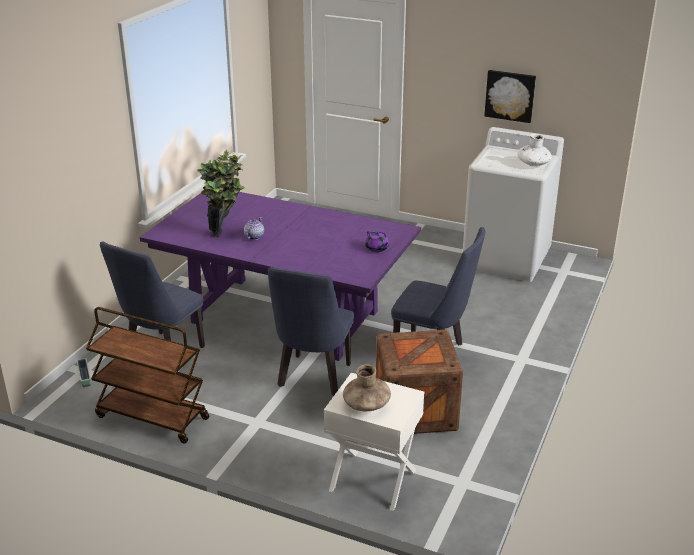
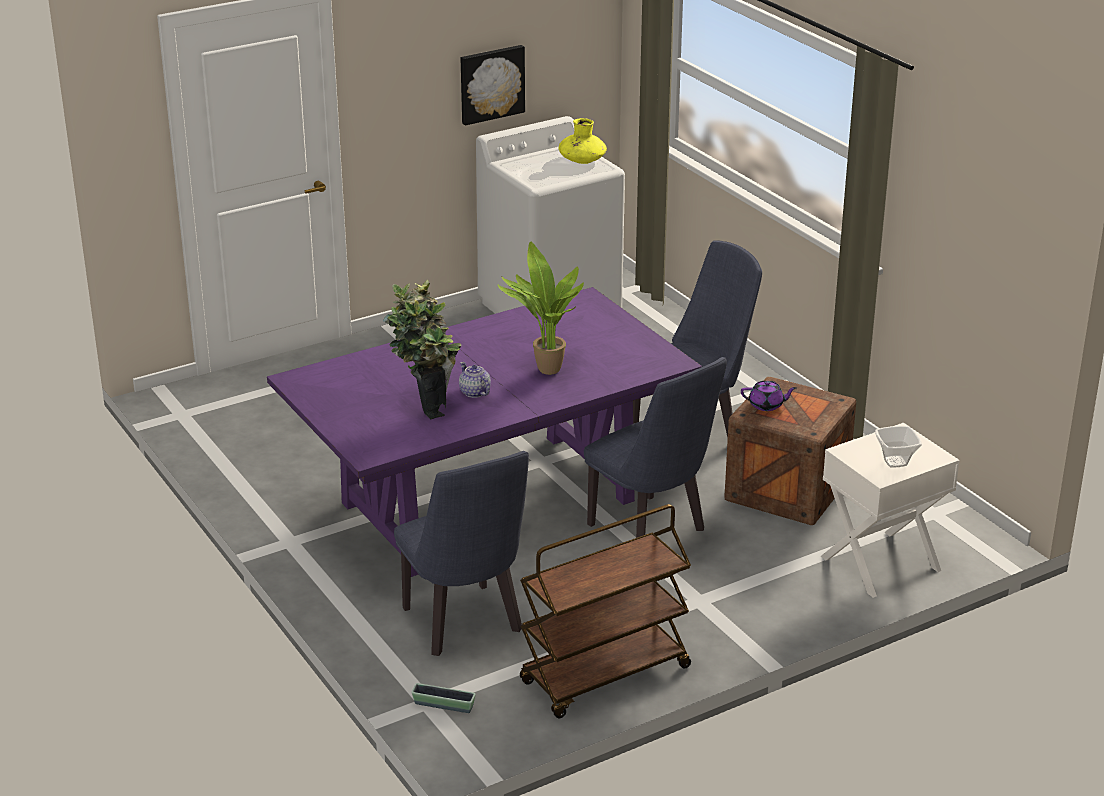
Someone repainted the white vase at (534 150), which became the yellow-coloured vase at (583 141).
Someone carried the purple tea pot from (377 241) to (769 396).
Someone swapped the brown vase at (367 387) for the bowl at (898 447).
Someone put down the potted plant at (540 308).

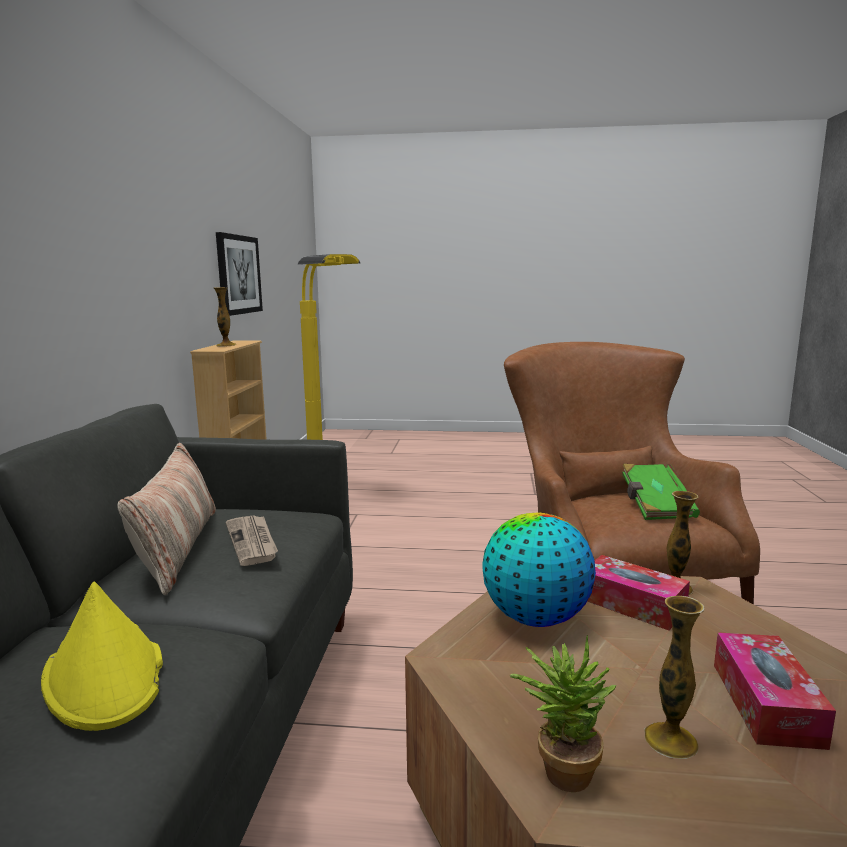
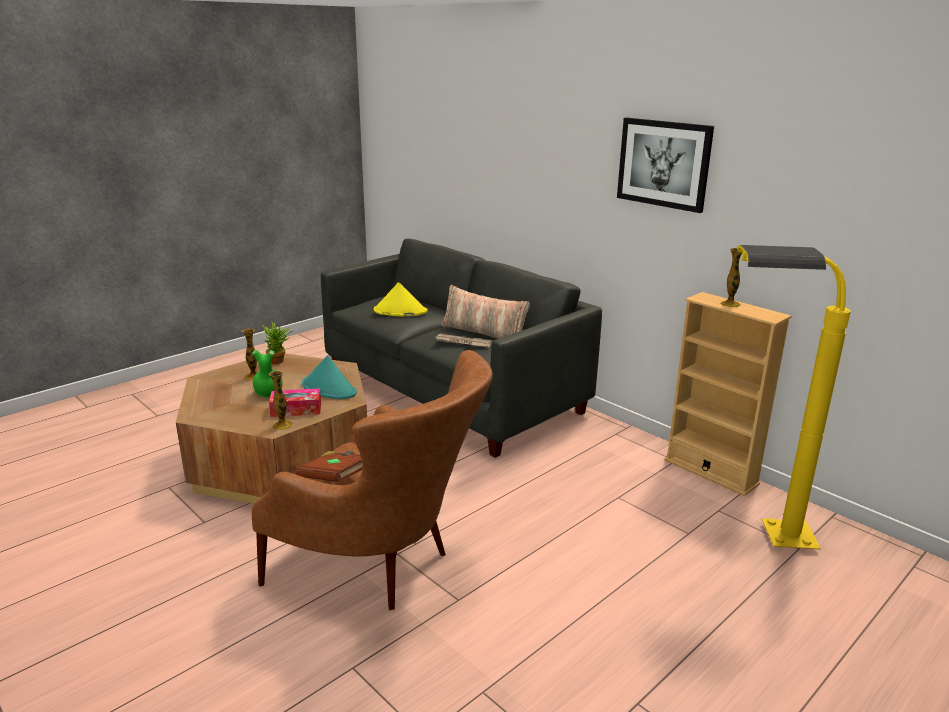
Someone carried the wall art from (239 274) to (665 165).
Someone repainted the greenish book at (661 492), which became the brown book at (329 466).
Someone swapped the globe at (539 570) for the turquoise clothing hat at (329 377).
Someone took away the box of tissues at (775 691).
Someone put down the greenish vase at (268 373).

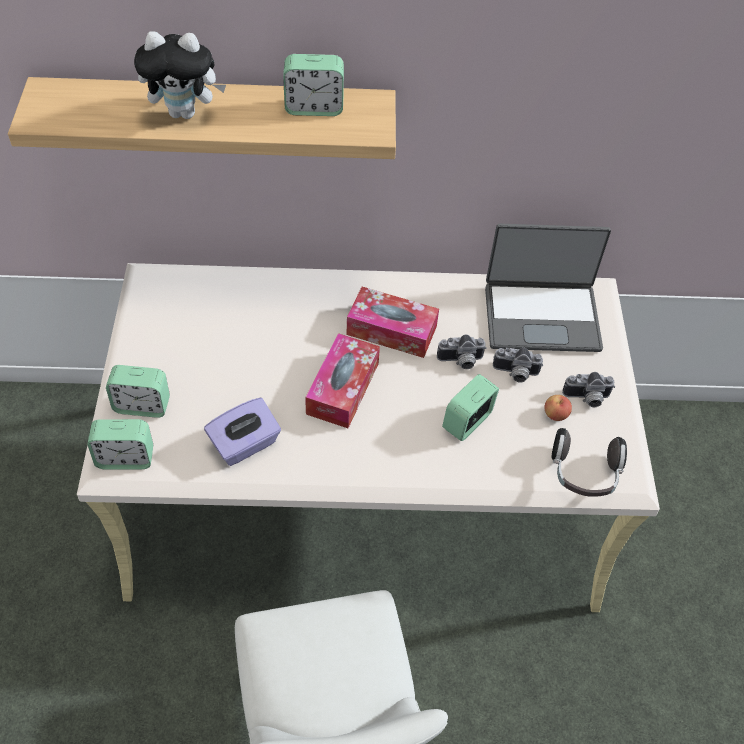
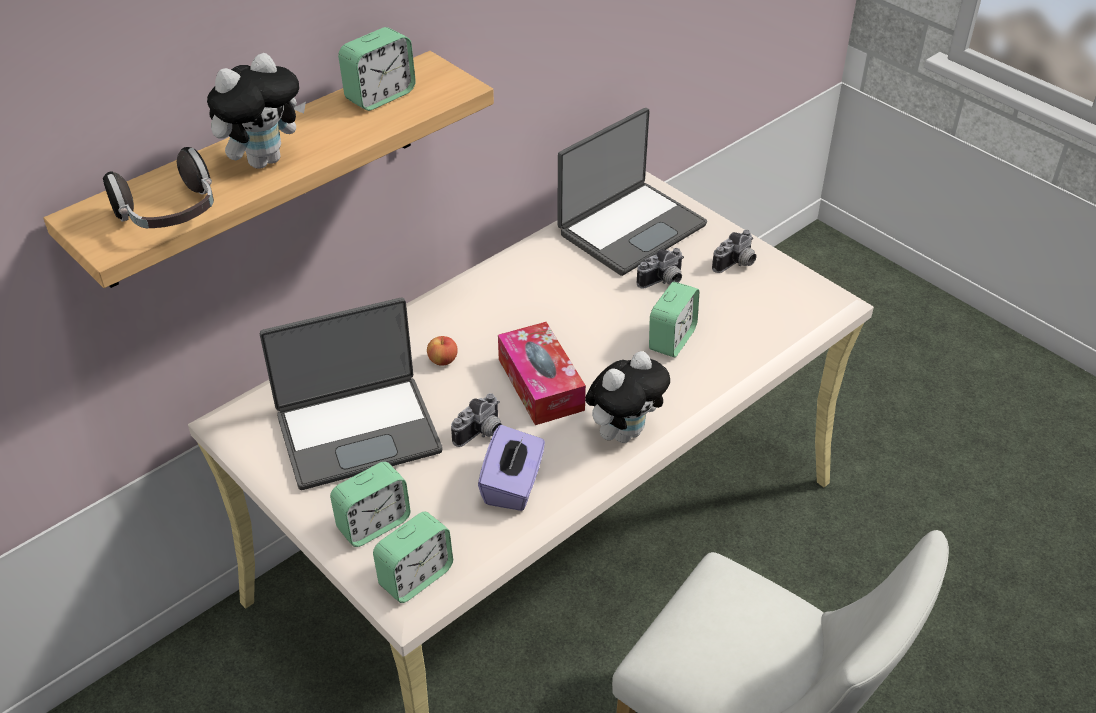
Someone took away the box of tissues at (393 322).
Someone carried the photo camera from (461 351) to (476 420).
Someone rotated the bedside clock at (470 407) by 150 degrees counterclockwise.
Someone carried the whole apple from (558 408) to (442 351).
Someone carried the pair of headphones from (589 462) to (158 188).
Someone put down the notebook computer at (351 394).
Someone put down the plush toy at (627 397).

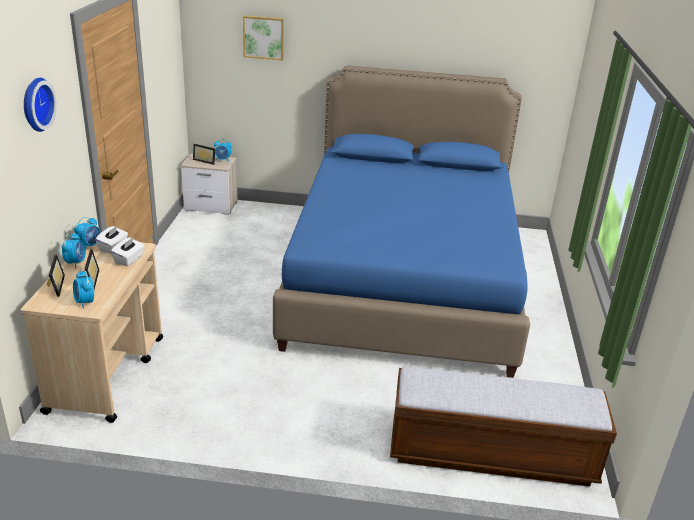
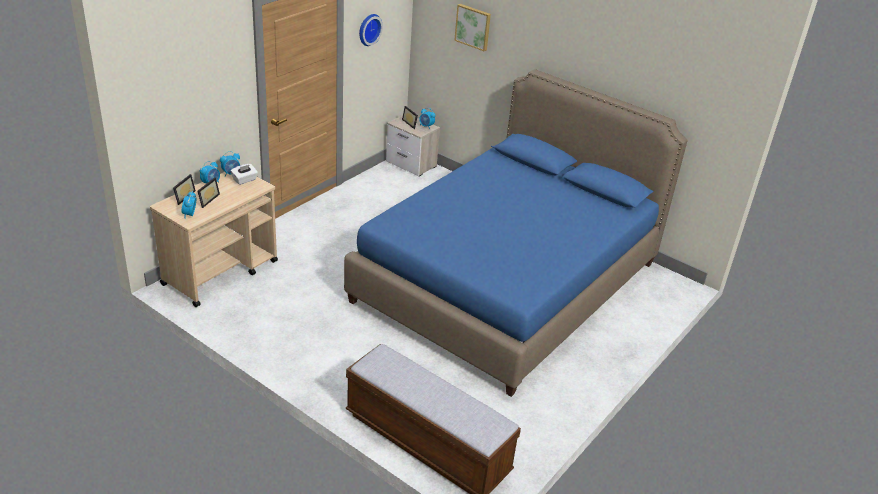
Someone carried the wall clock from (40 105) to (371 30).
Someone took away the white box of tissues at (127 251).

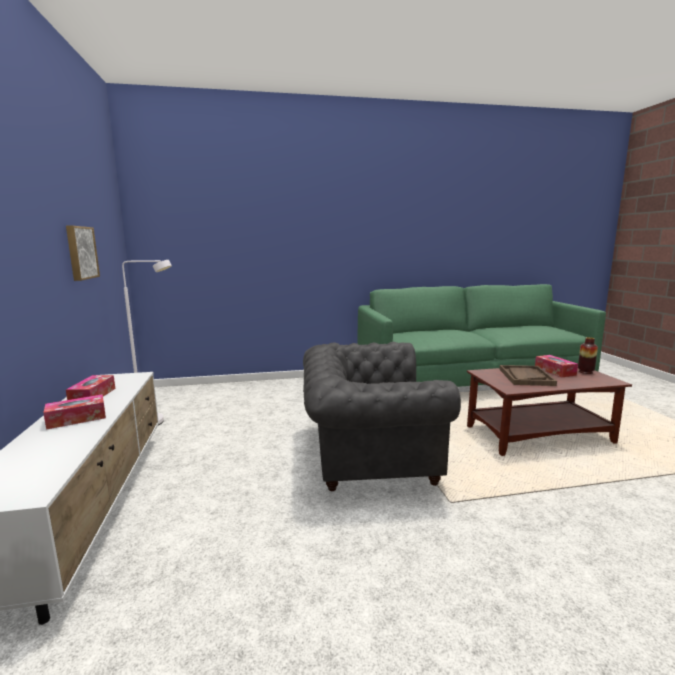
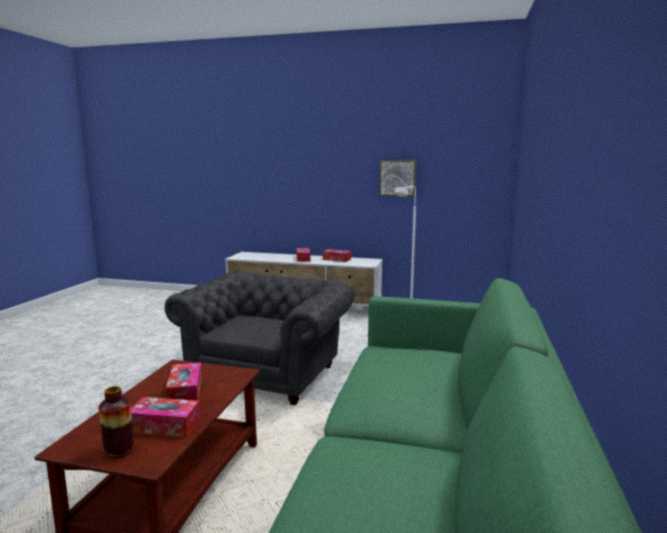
Someone swapped the brown carrying tray at (528 375) for the box of tissues at (184 382).

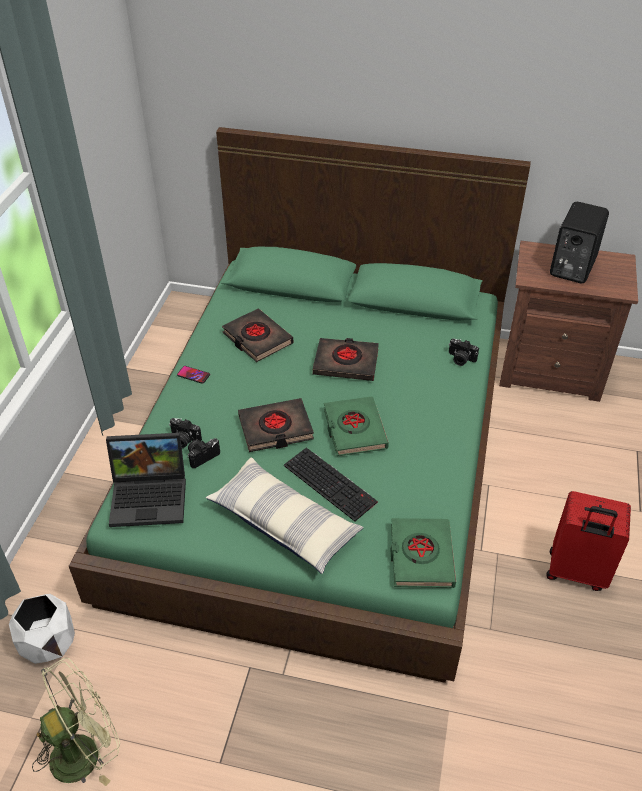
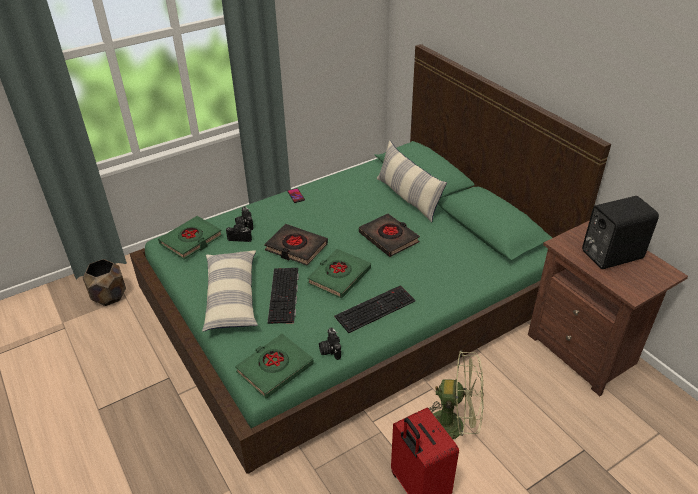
Someone took away the black book at (257 335).
Someone carried the photo camera from (464 352) to (330 343).
Someone swapped the notebook computer at (146 480) for the greenish book at (190 237).
Someone repainted the white plant pot at (42 629), which became the brown plant pot at (104 282).
Someone carried the greenish electric fan from (76 722) to (456 402).
Someone put down the pillow at (412 181).
Someone put down the computer keyboard at (375 309).

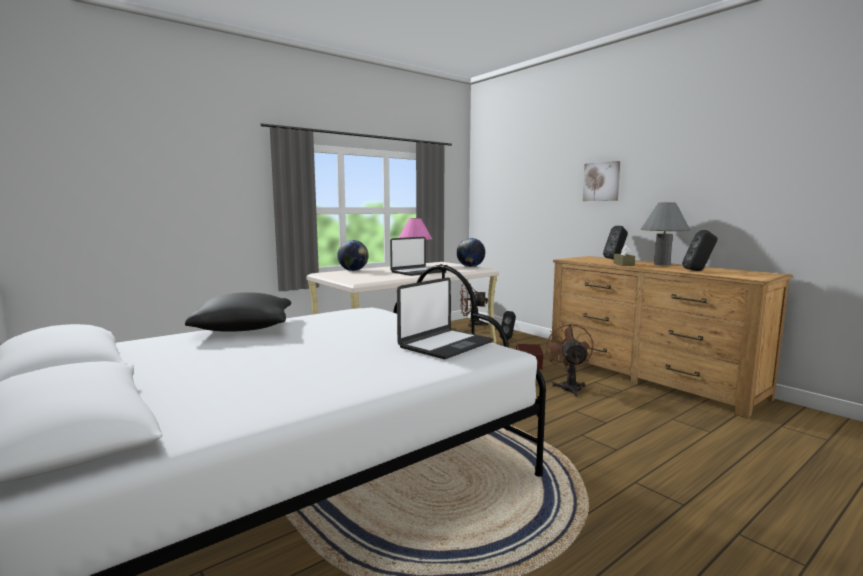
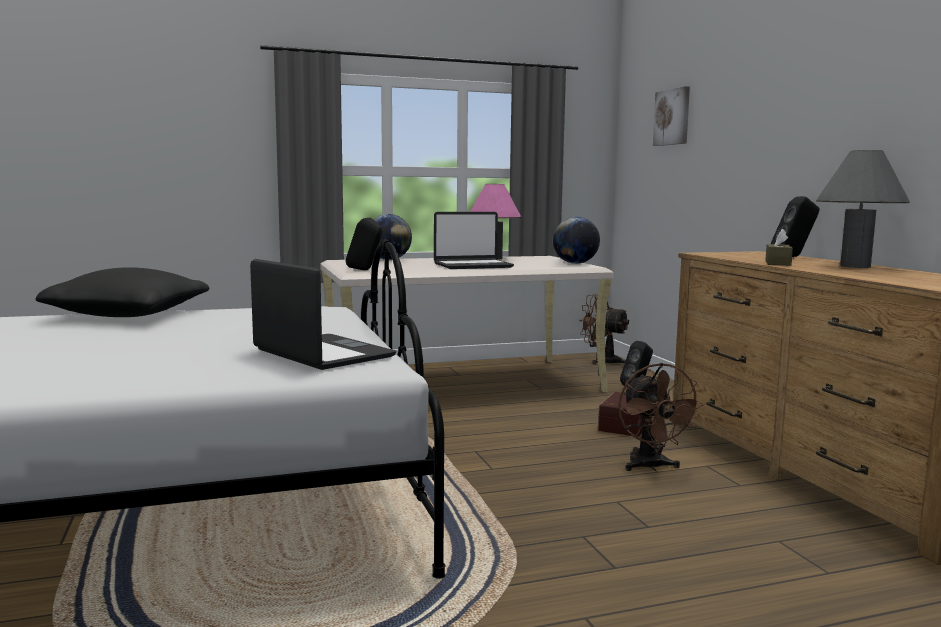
Someone carried the wall art from (601 181) to (671 116).
Someone carried the black speaker from (700 250) to (364 244).
Someone rotated the notebook computer at (445 318) by 105 degrees counterclockwise.
Someone rotated the brown electric fan at (568 360) by 150 degrees clockwise.

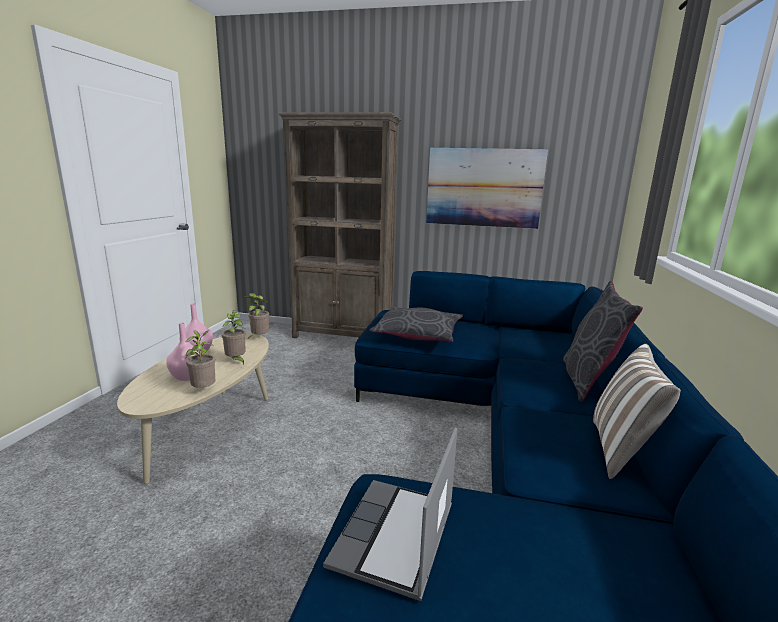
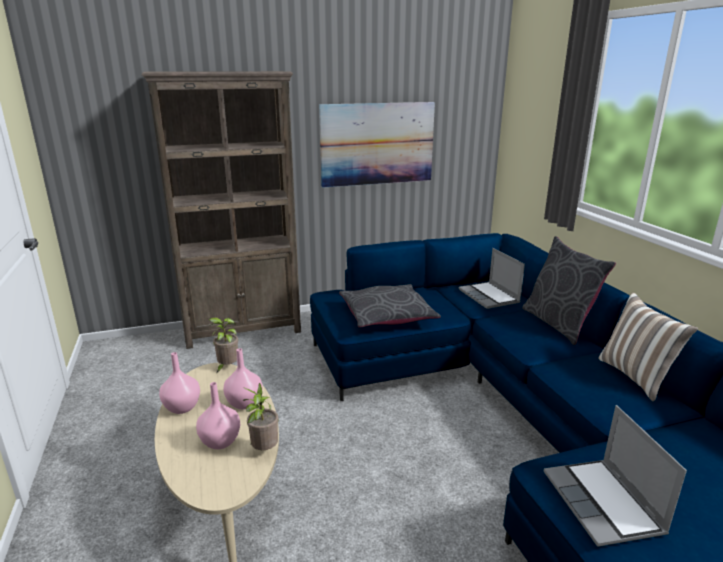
Someone swapped the potted plant at (234 337) for the pinkish vase at (243 378).
Someone put down the notebook computer at (492 278).

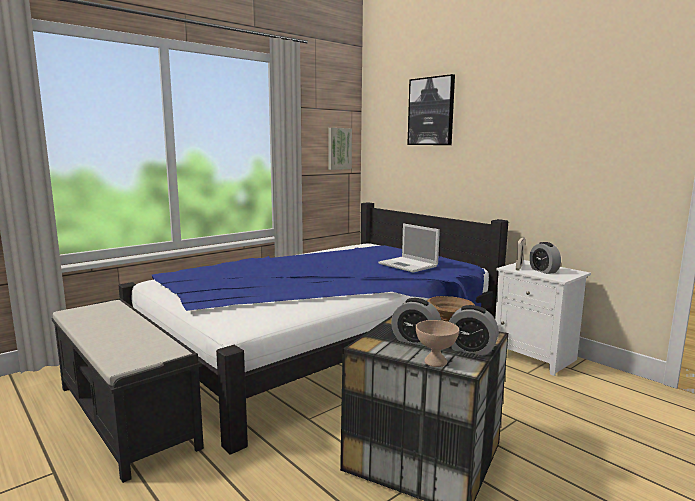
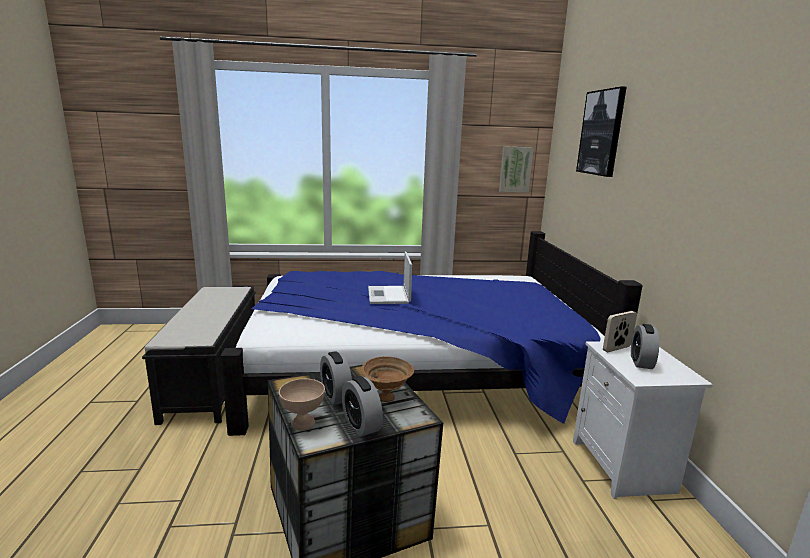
Someone carried the notebook computer from (409 248) to (390 278).

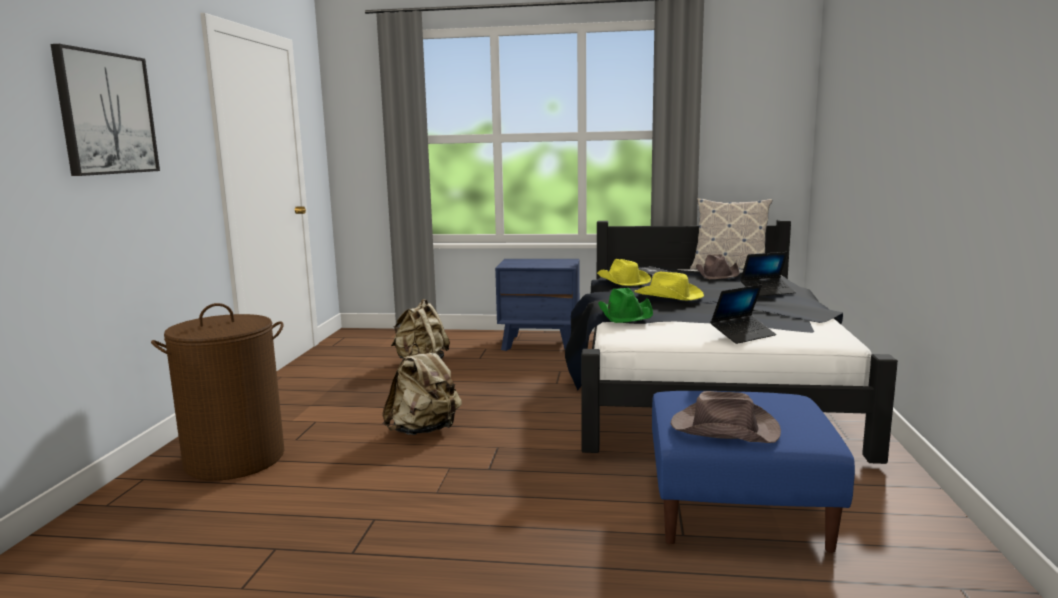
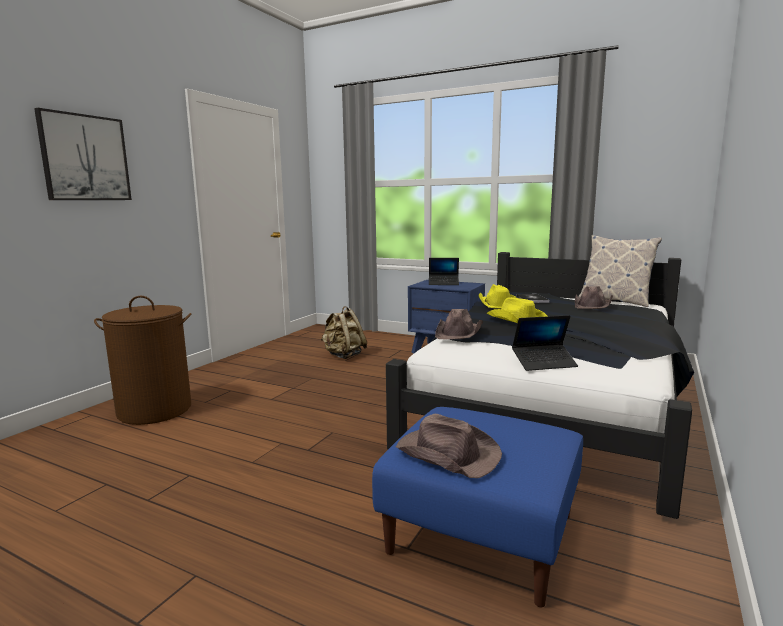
Someone carried the notebook computer from (768 274) to (444 271).
Someone repainted the greenish clothing hat at (625 305), which became the brown clothing hat at (459 324).
Someone took away the beige rucksack at (422 389).

